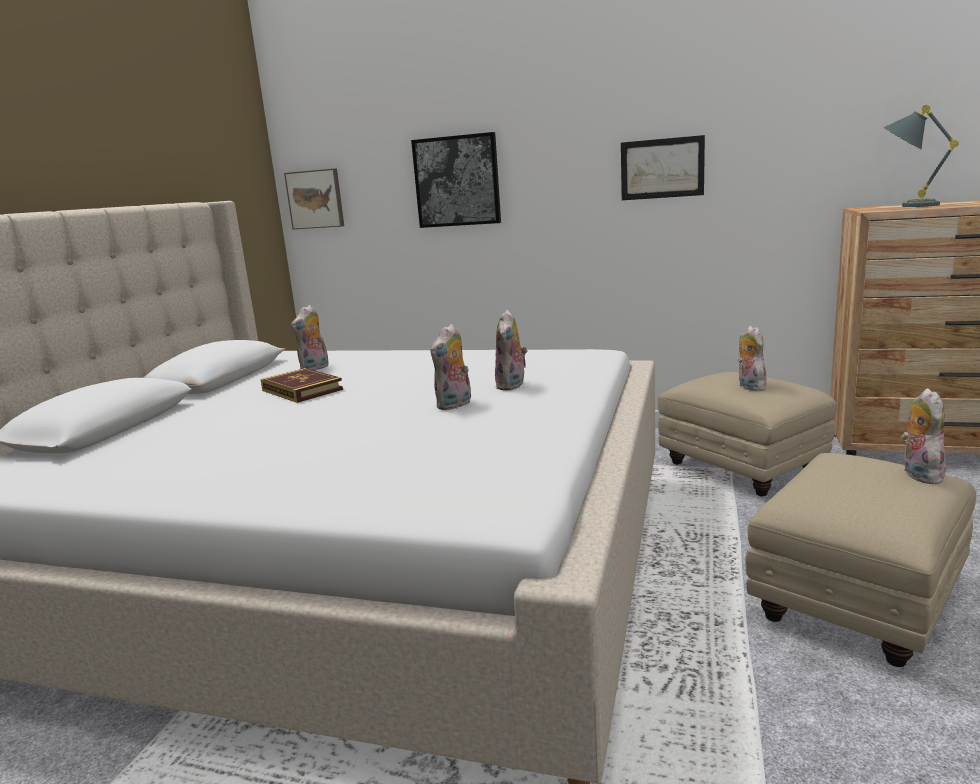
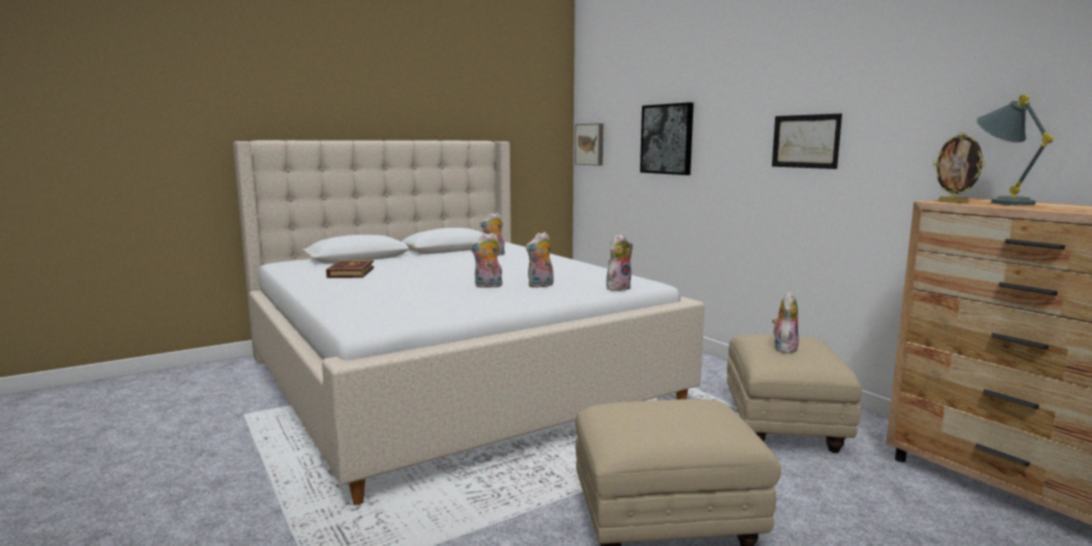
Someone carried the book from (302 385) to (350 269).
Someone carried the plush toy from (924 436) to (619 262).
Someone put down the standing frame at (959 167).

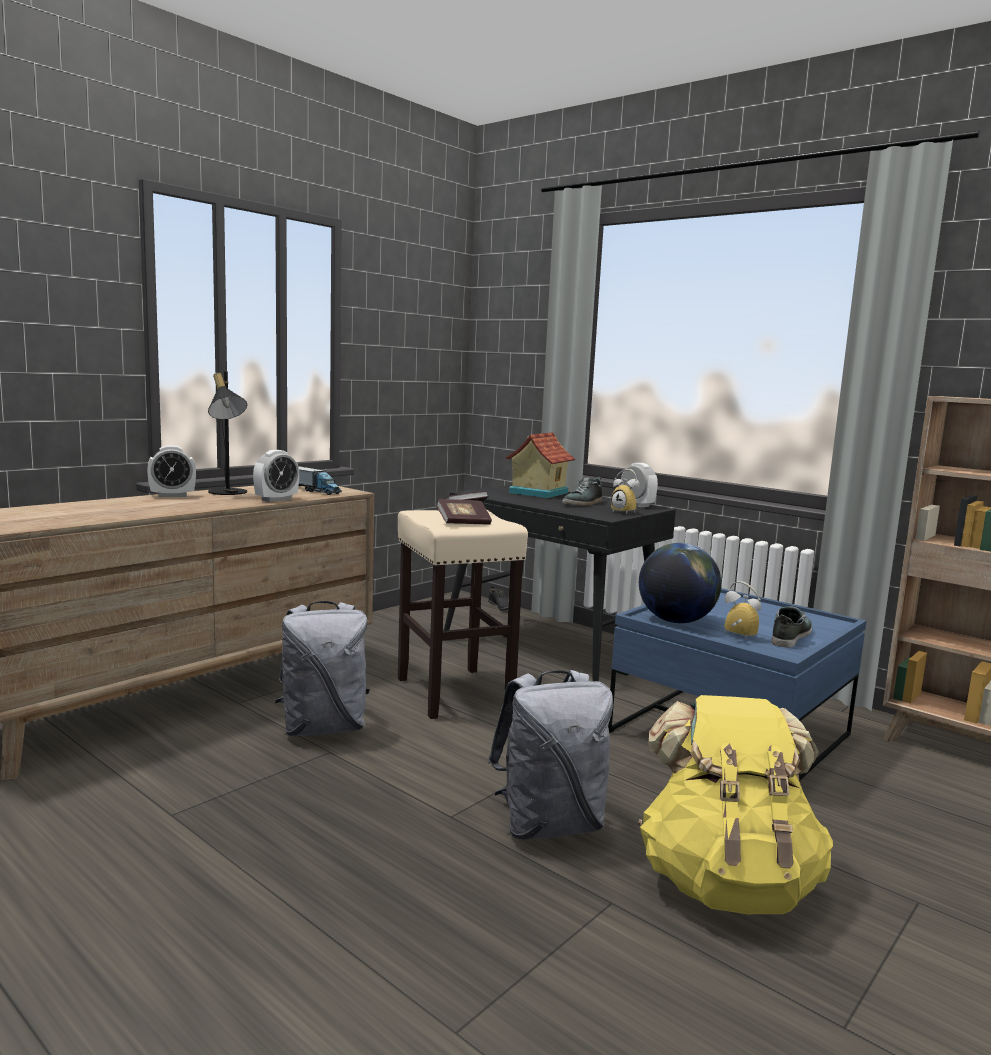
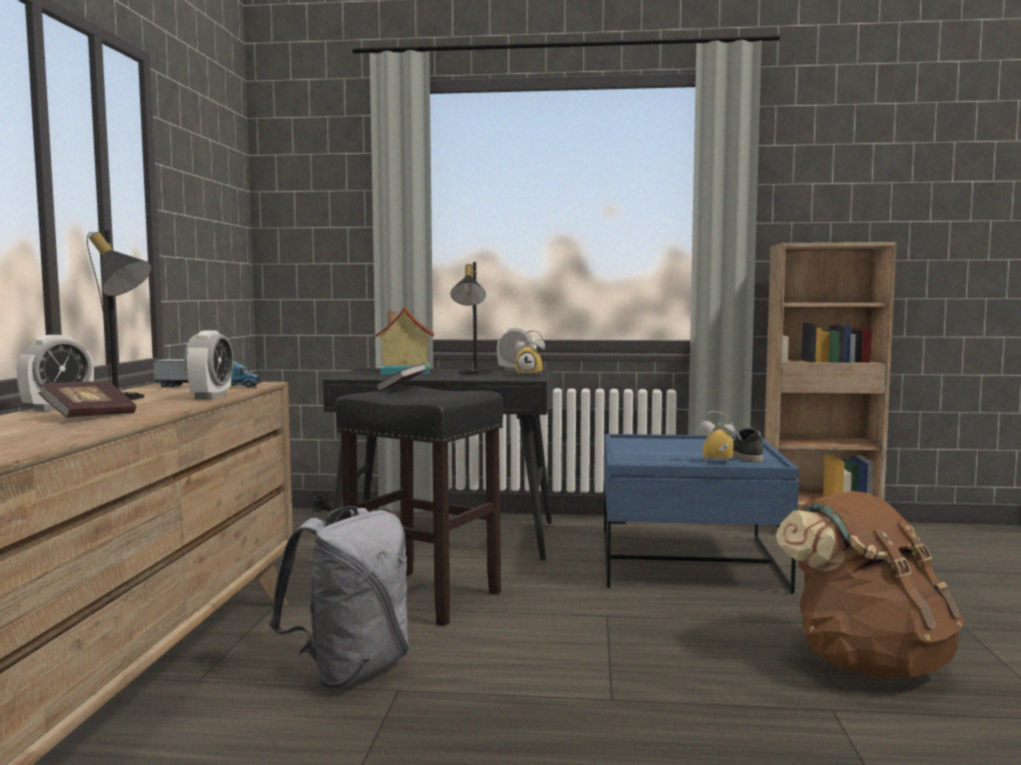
Someone swapped the low shoe at (582 491) for the black lamp for a table at (472 318).
Someone carried the book from (464 512) to (87 400).
Someone repainted the beige sitting stool at (463 614), which became the black sitting stool at (419 506).
Someone took away the globe at (680 583).
Someone took away the greyish rucksack at (550 755).
Someone repainted the yellow-coloured rucksack at (735 804), which became the brown rucksack at (869 584).

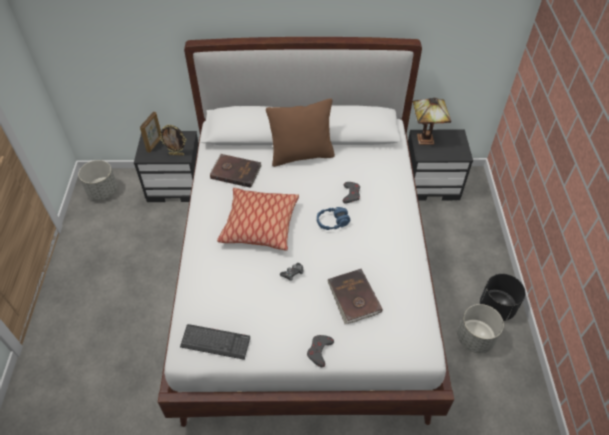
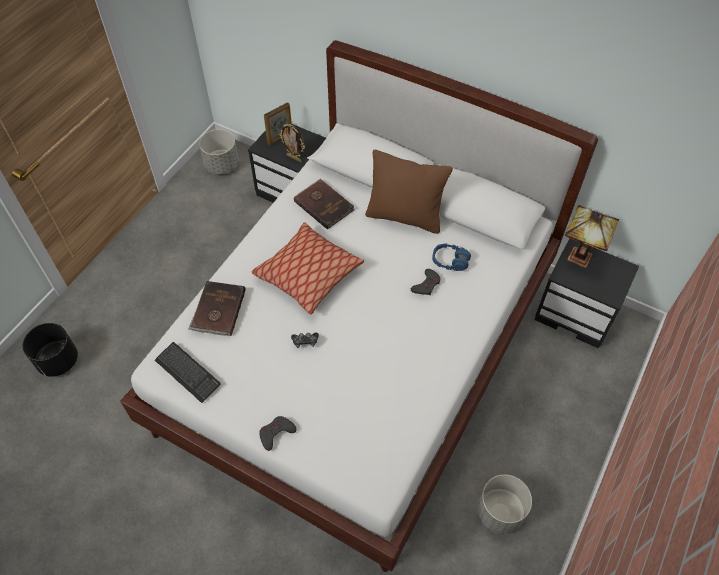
Someone carried the blue-coloured pair of headphones from (333 218) to (451 257).
Someone carried the brown book from (355 296) to (217 308).
Someone carried the black plant pot from (502 297) to (50 350).

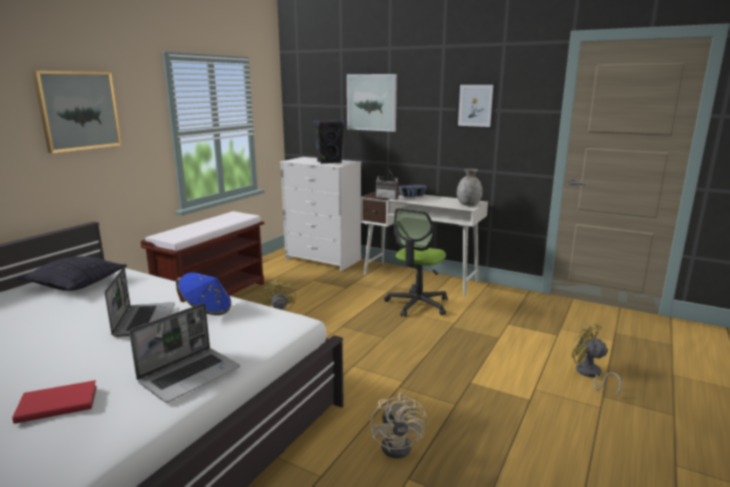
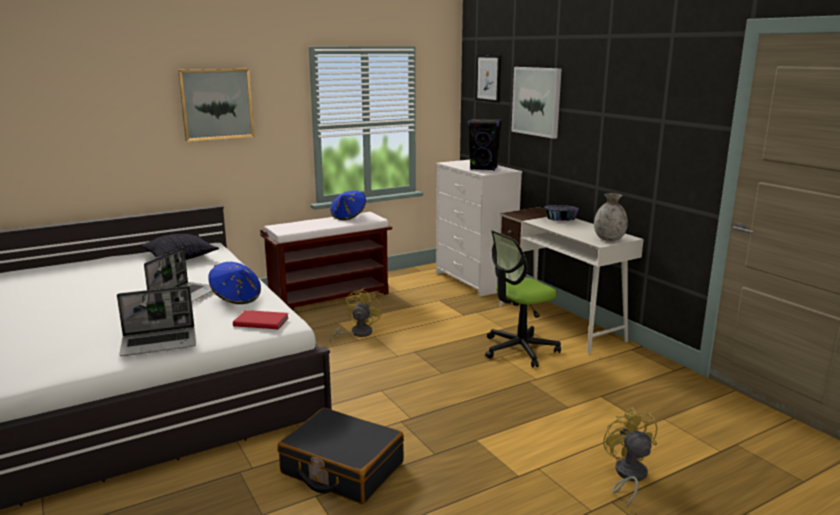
Someone carried the wall art from (476 106) to (488 79).
Someone took away the radio set at (387 185).
Someone carried the red-coloured book from (54 402) to (261 319).
Someone swapped the beige electric fan at (398 425) for the black piece of luggage at (340 456).
Someone put down the blue-coloured clothing hat at (348 205).

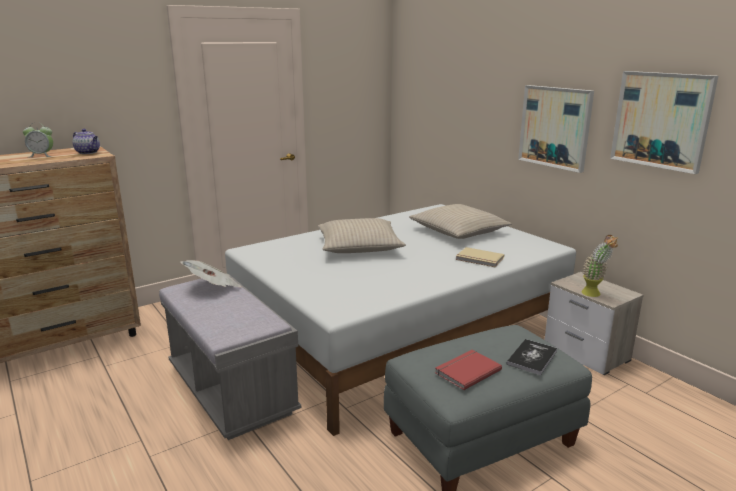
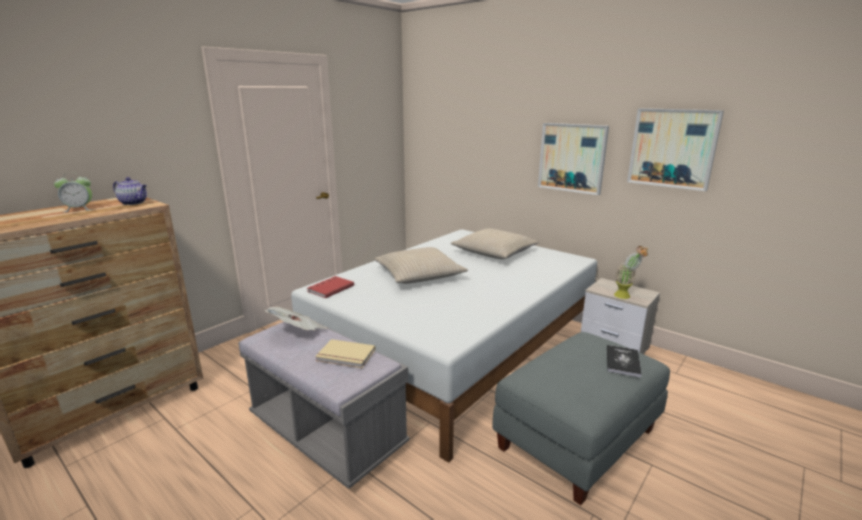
Someone carried the beige book from (480 257) to (345 353).
Someone carried the red-coloured book from (468 370) to (330 287).

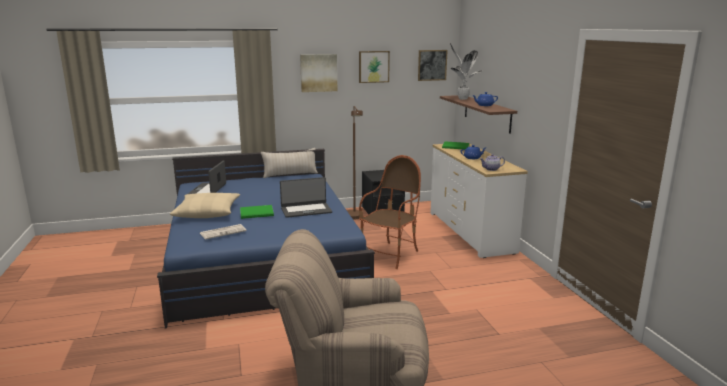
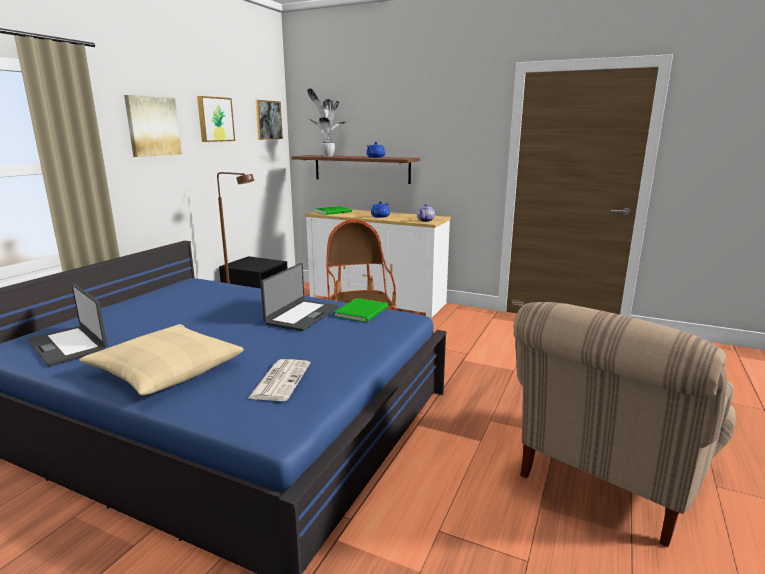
Someone took away the beige pillow at (289 163).
Someone carried the greenish book from (257 212) to (361 310).

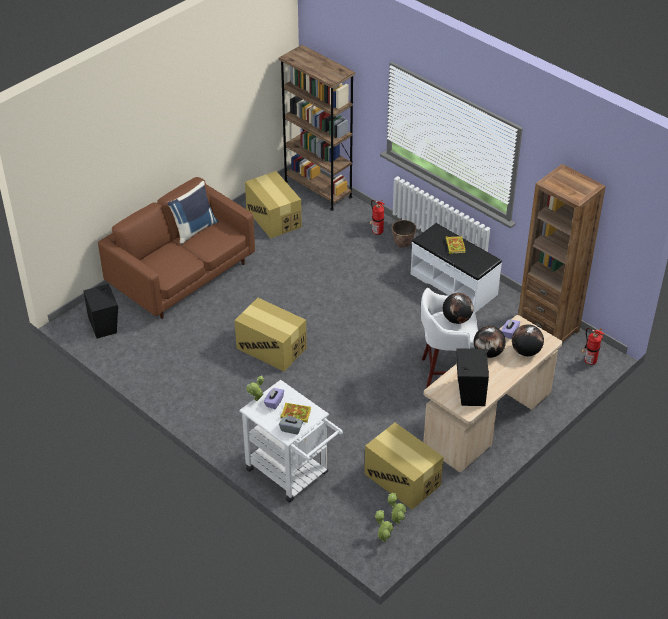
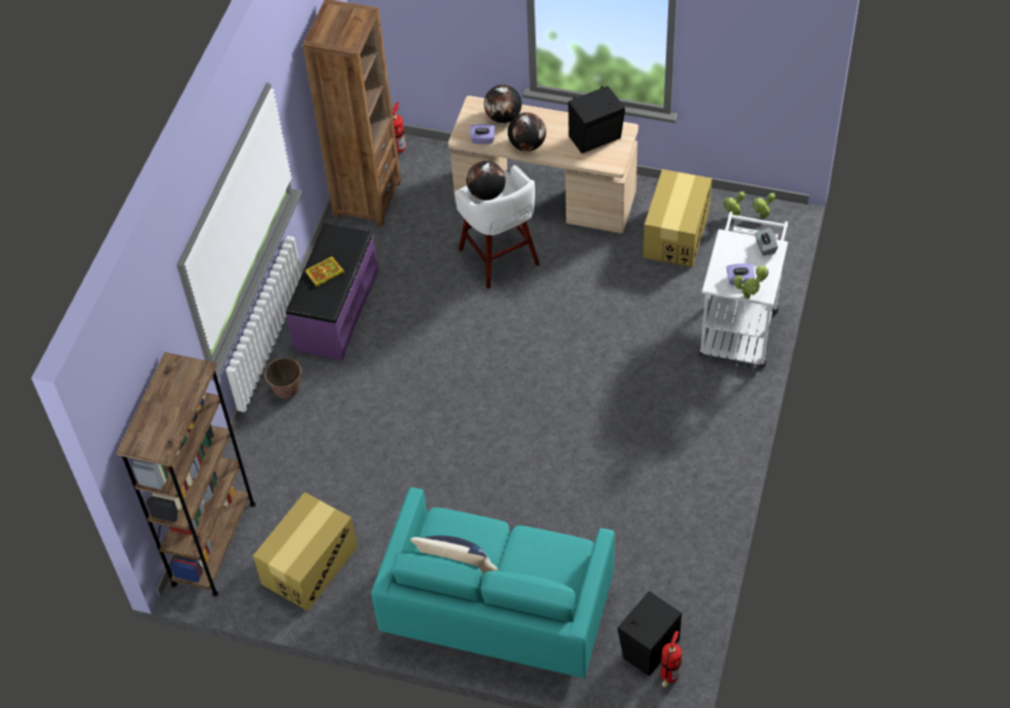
Someone repainted the brown couch at (176 248), which became the turquoise couch at (493 582).
Someone carried the fire-fighting cylinder from (377 217) to (671 659).
Someone repainted the white long seat at (456 268), which became the purple long seat at (332 291).
Someone took away the carton at (270 334).
Someone took away the book at (295 413).

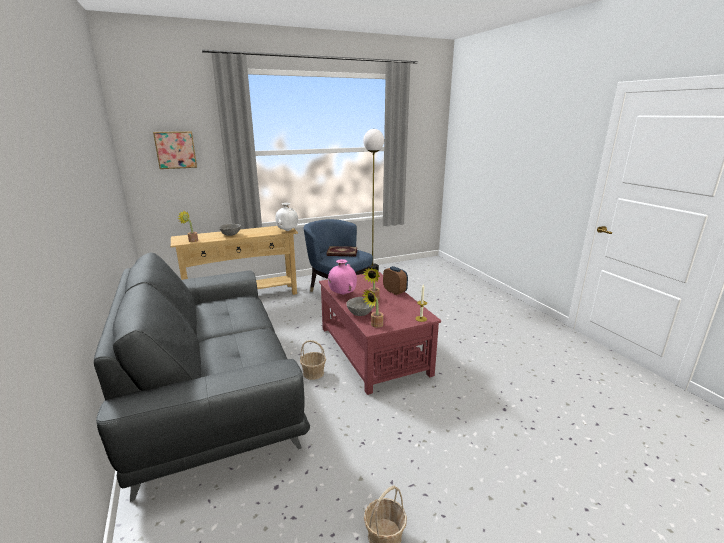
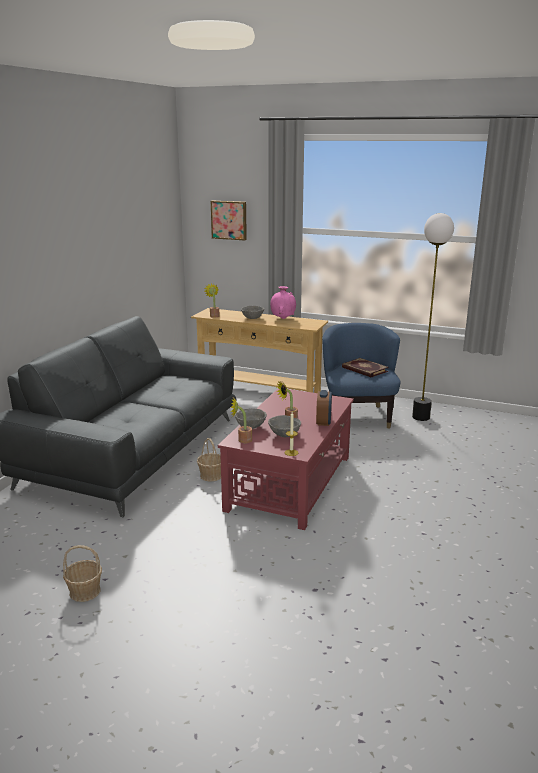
Someone took away the white vase at (286 217).
Someone carried the pinkish vase from (342 277) to (283 302).
Someone put down the greyish bowl at (284 426).

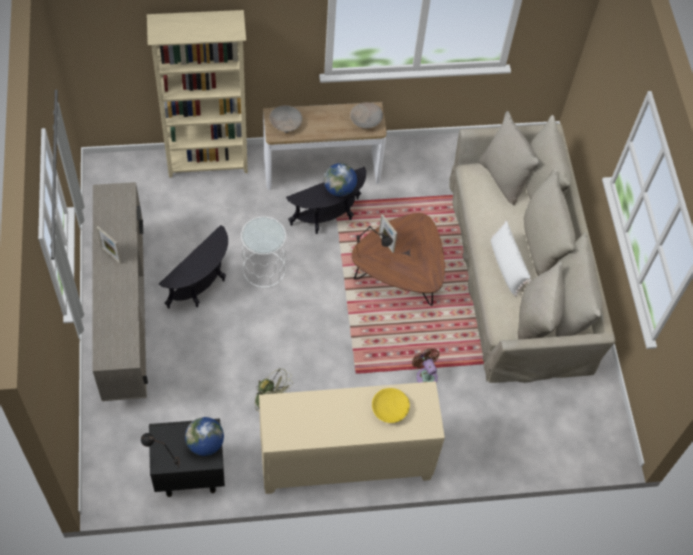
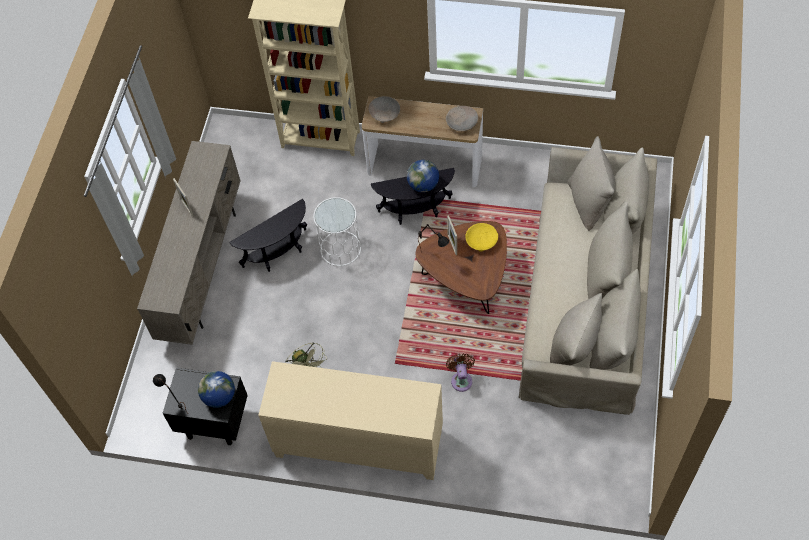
Someone took away the white pillow at (511 258).
Someone carried the yellow-coloured bowl from (391 405) to (481 237).

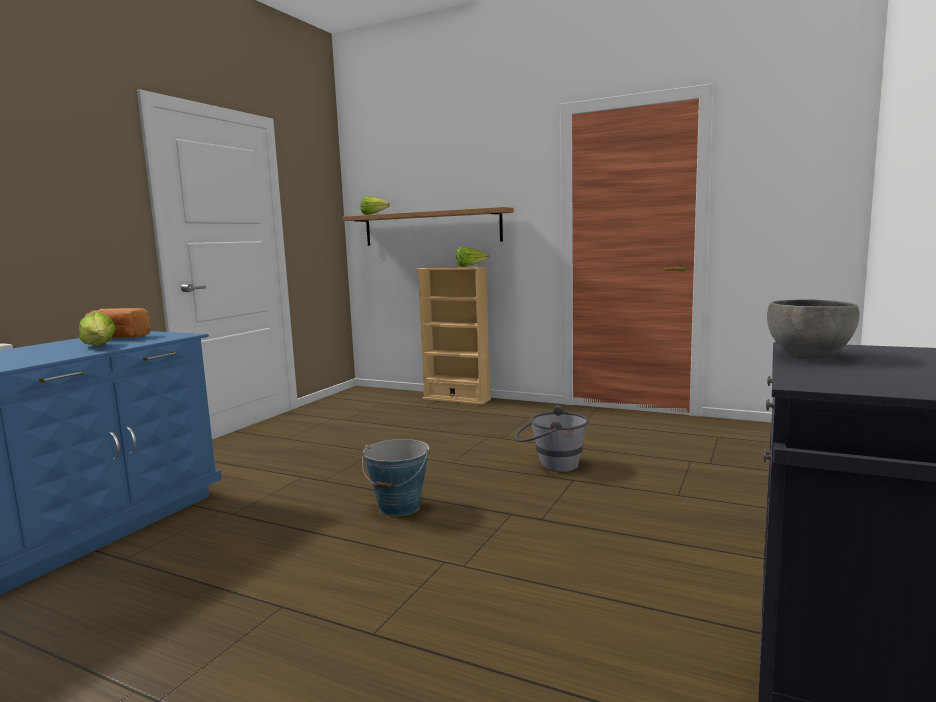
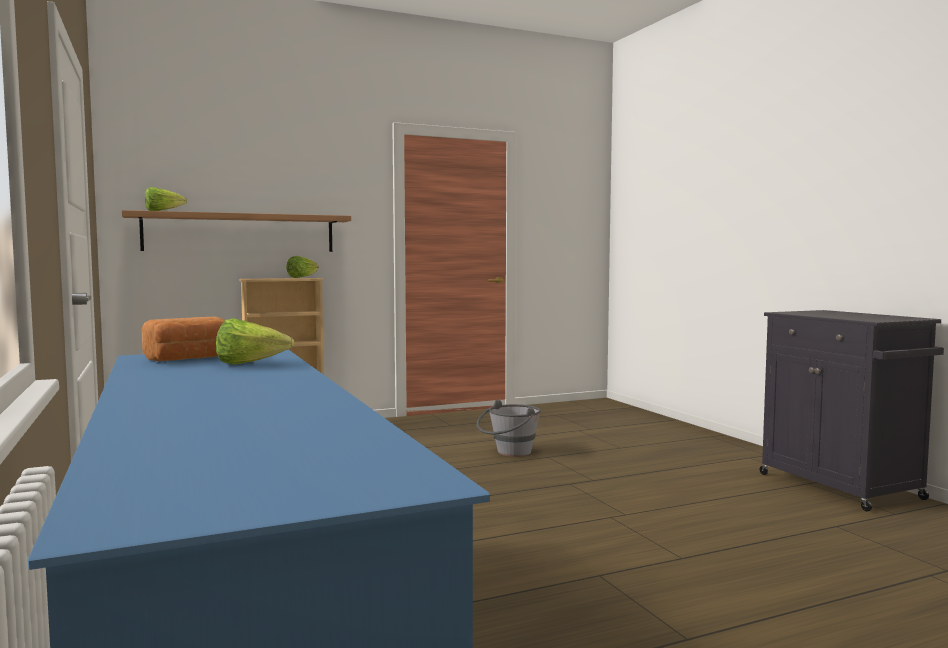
Someone took away the greyish bowl at (813 328).
Someone took away the bucket at (395 478).

